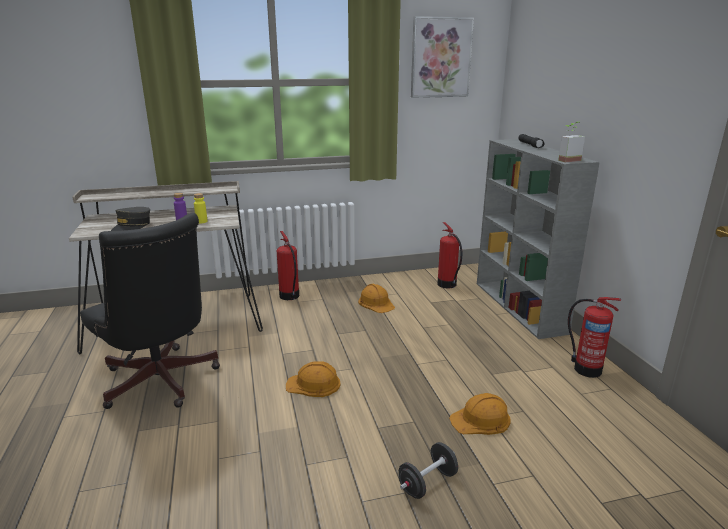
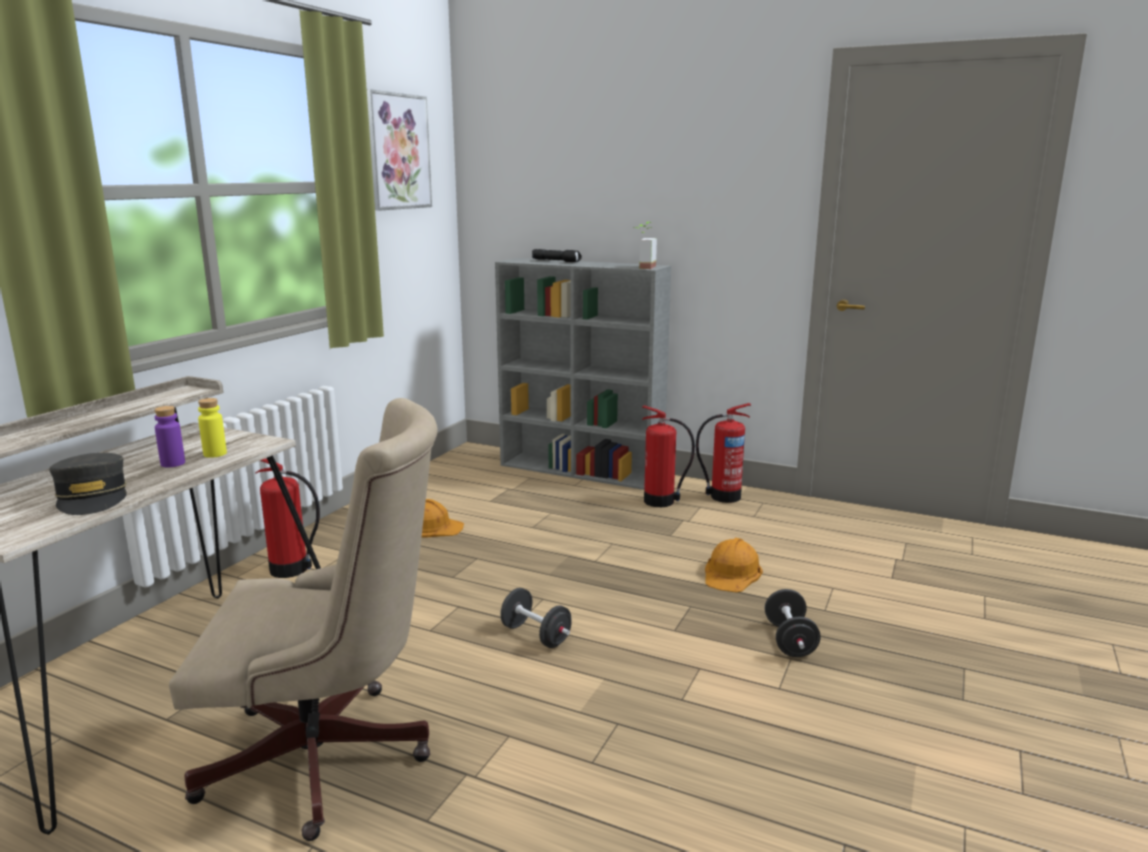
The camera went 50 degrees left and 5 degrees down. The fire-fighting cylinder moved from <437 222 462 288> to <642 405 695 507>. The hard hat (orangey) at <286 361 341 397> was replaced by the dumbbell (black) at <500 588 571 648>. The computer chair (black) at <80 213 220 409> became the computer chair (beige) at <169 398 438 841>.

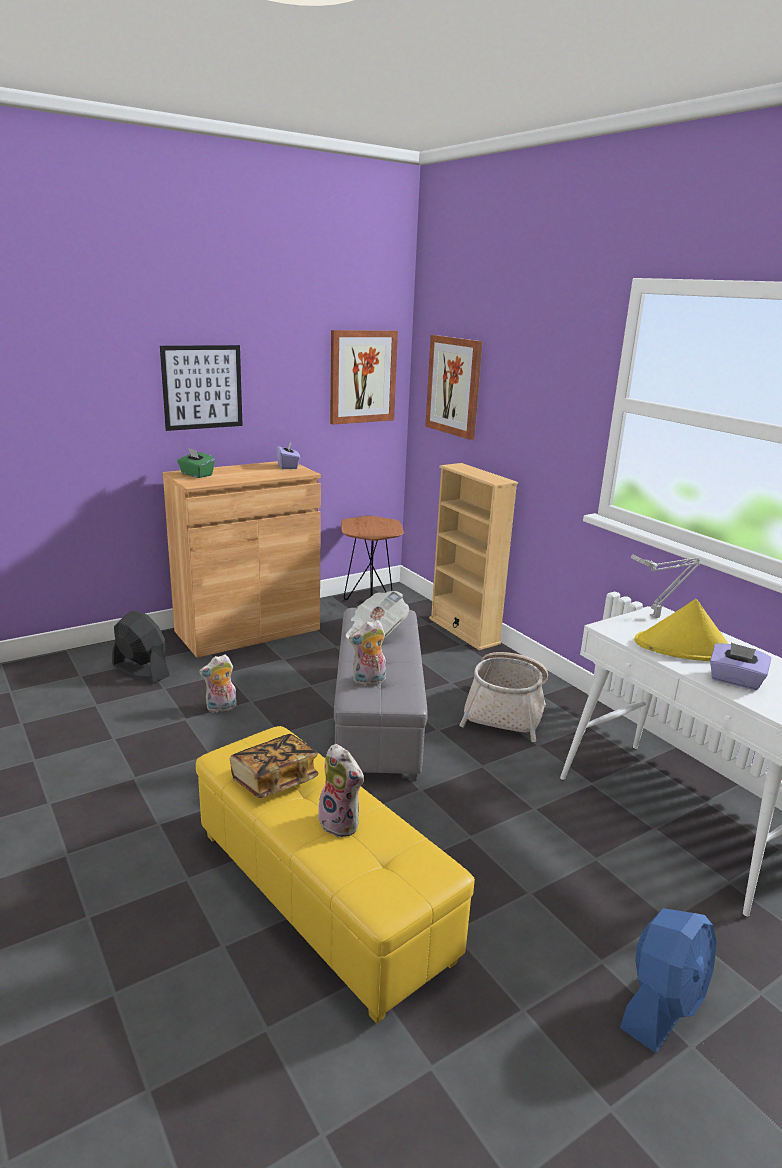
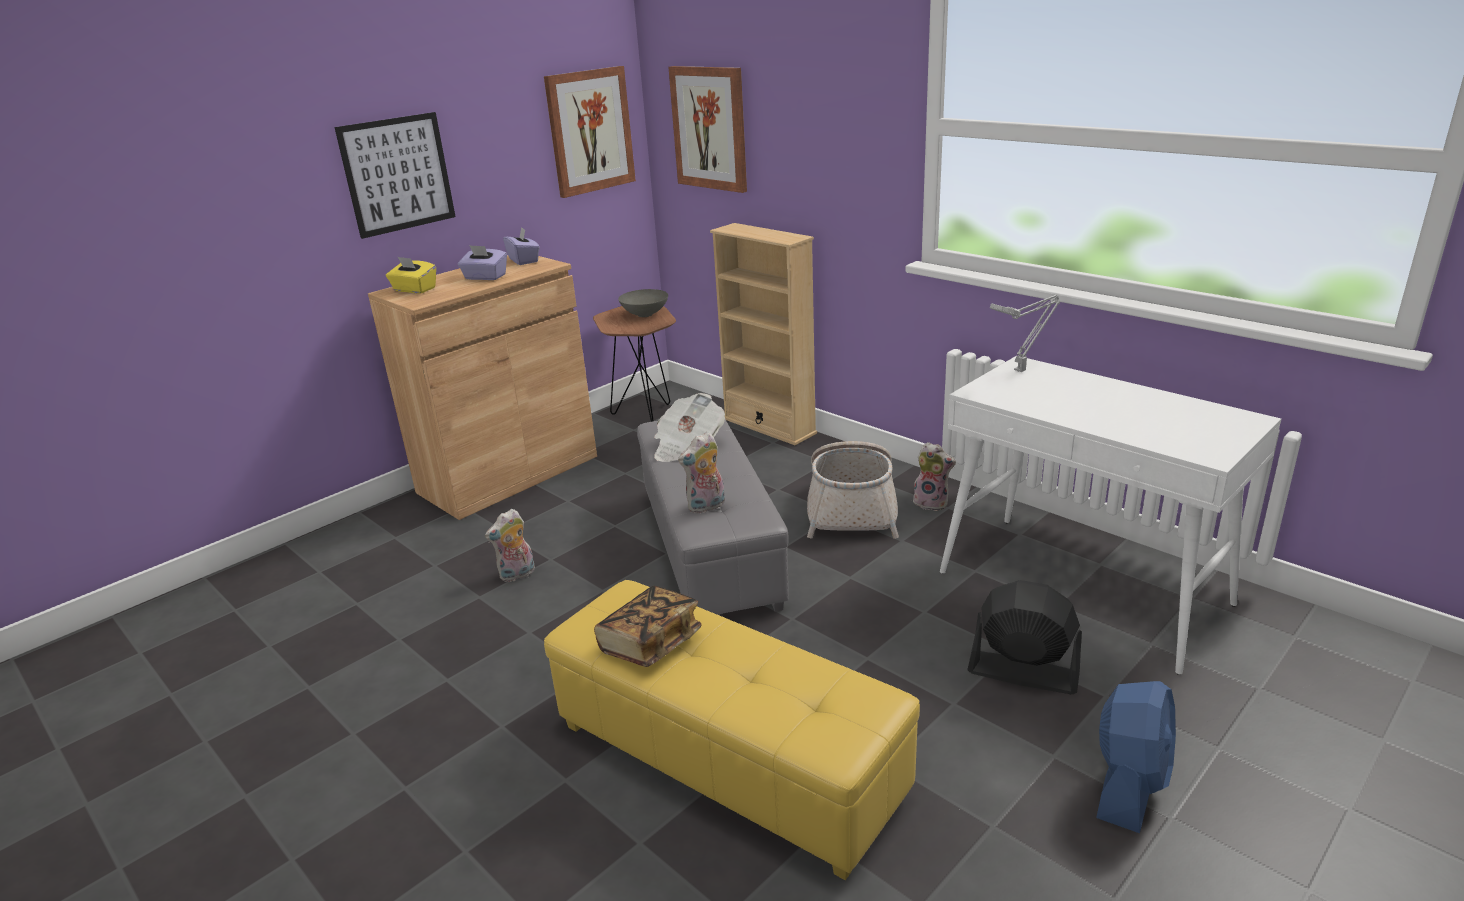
The camera went 10 degrees left and 5 degrees up. The clothing hat (yellow) at <634 599 729 661> disappeared. The bowl (greyish) at <618 289 668 317> appeared. The electric fan (black) moved from <112 610 170 684> to <967 580 1082 694>. The plush toy moved from <317 744 364 838> to <913 442 956 511>. The box of tissues (purplish) moved from <710 643 771 690> to <458 245 507 280>. The box of tissues (greenish) at <177 448 215 478> became the box of tissues (yellow) at <386 257 436 294>.

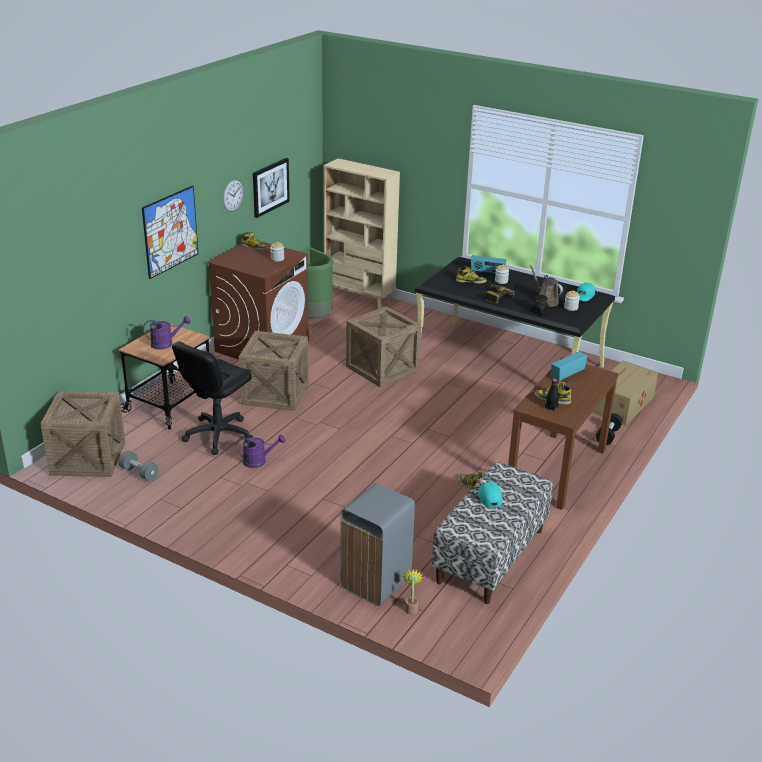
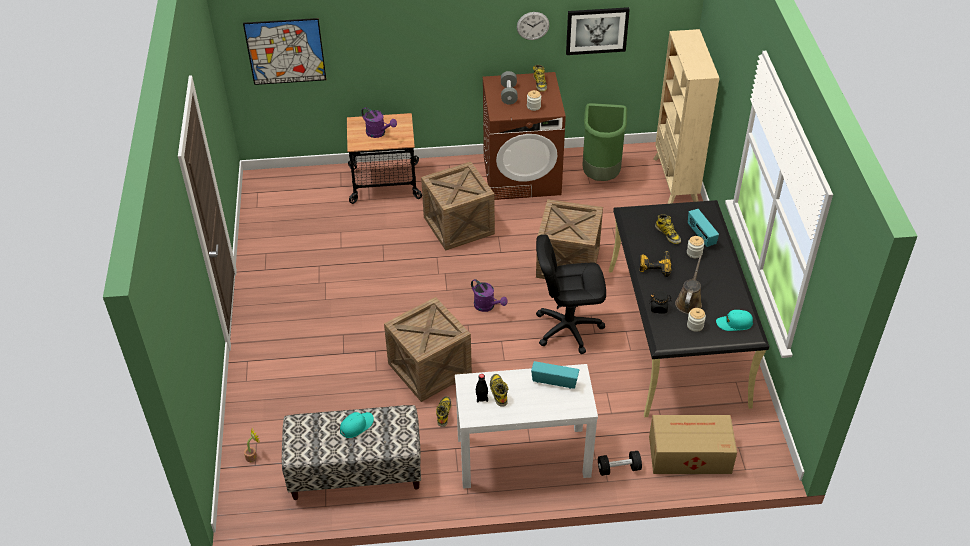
The camera went 55 degrees right and 15 degrees up. The waste bin (greyish) at <340 483 415 606> disappeared. The crate moved from <40 391 125 477> to <384 297 472 402>. The dumbbell (greyish) moved from <119 450 159 481> to <501 71 518 105>. The wall art moved from <142 185 198 279> to <243 18 326 85>. The computer chair (black) moved from <172 341 253 455> to <536 234 606 354>. The watering pot (purplish) moved from <236 434 285 468> to <471 279 508 312>. The hall table (brownish) at <508 357 619 510> became the hall table (white) at <455 364 598 489>.

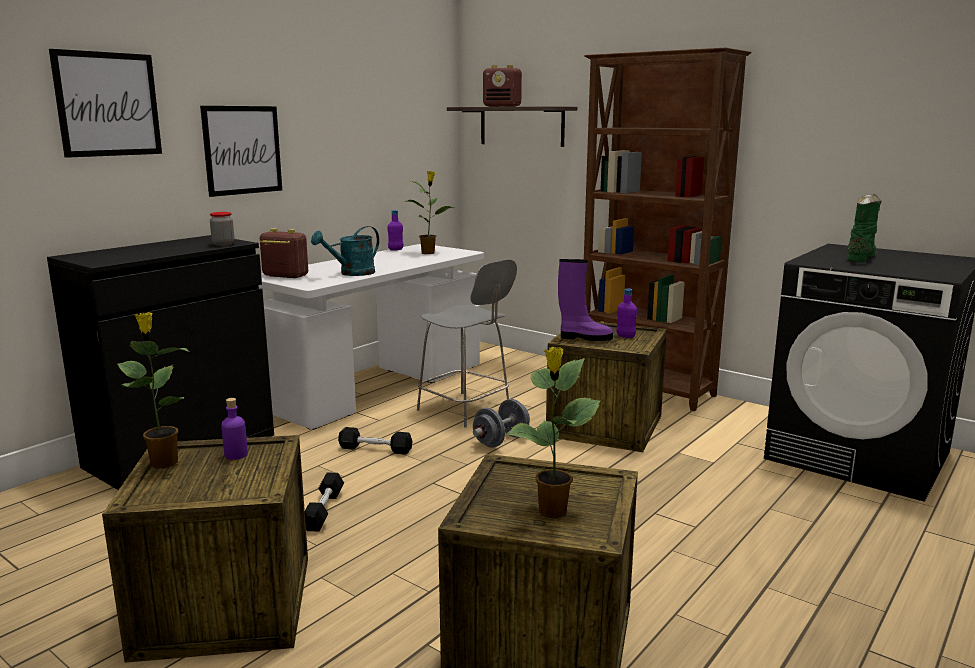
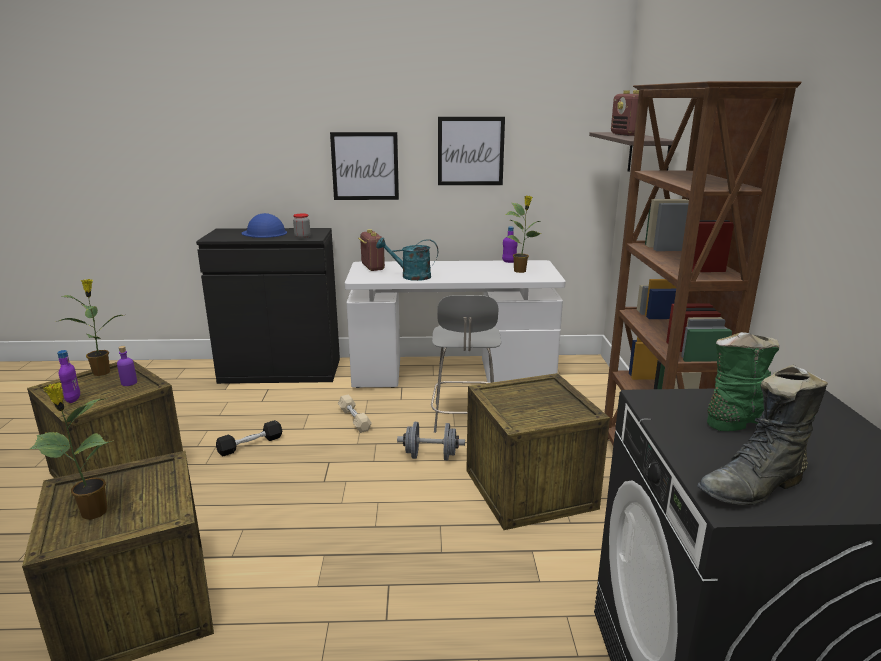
The camera went 50 degrees right and 5 degrees up. The tall boot (purplish) at <558 259 613 341> disappeared. The hard hat (blue) at <241 213 287 238> appeared. The tall boot (black) at <697 365 828 505> appeared. The wall art moved from <49 49 162 158> to <438 117 505 185>. The drink bottle (purplish) moved from <616 289 637 338> to <57 350 80 403>. The dumbbell (black) at <338 427 412 455> became the dumbbell (beige) at <338 394 372 433>.

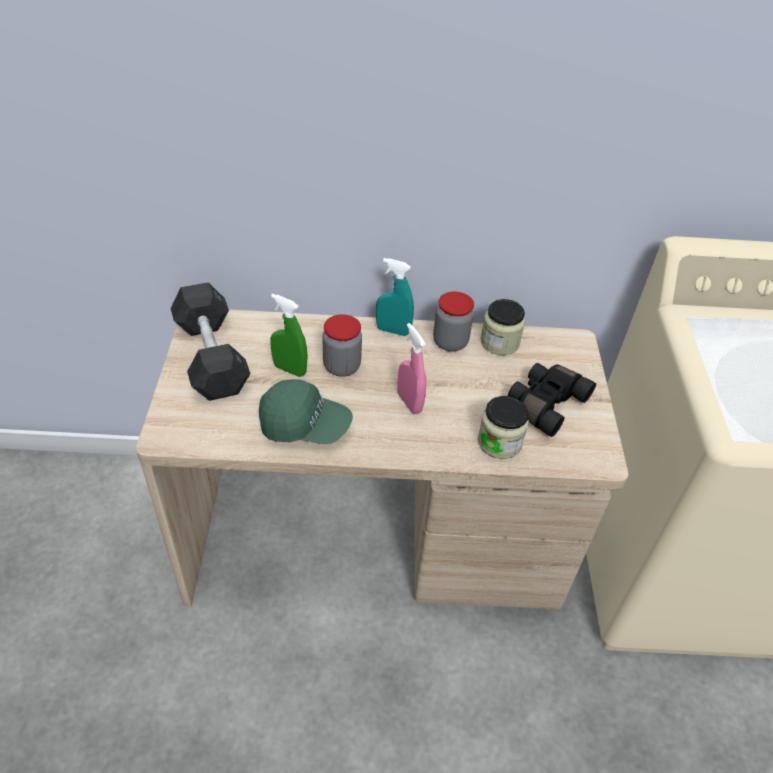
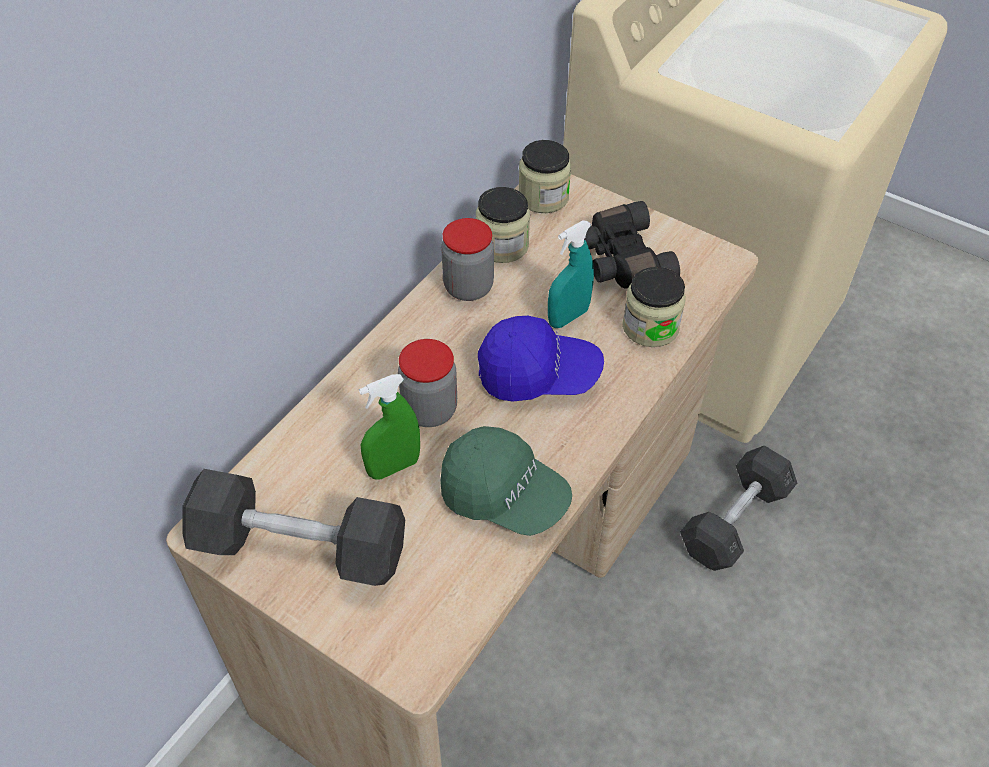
The camera went 55 degrees left and 5 degrees up. The storage jar at <519 140 571 213> appeared. The dumbbell (greyish) at <680 445 797 571> appeared. The spray bottle (turquoise-coloured) moved from <376 258 414 336> to <548 221 594 328>. The spray bottle (pink) at <397 323 426 414> was replaced by the peaked cap (blue) at <478 316 604 402>. The peaked cap (greenish) at <259 379 353 444> turned 75 degrees clockwise.

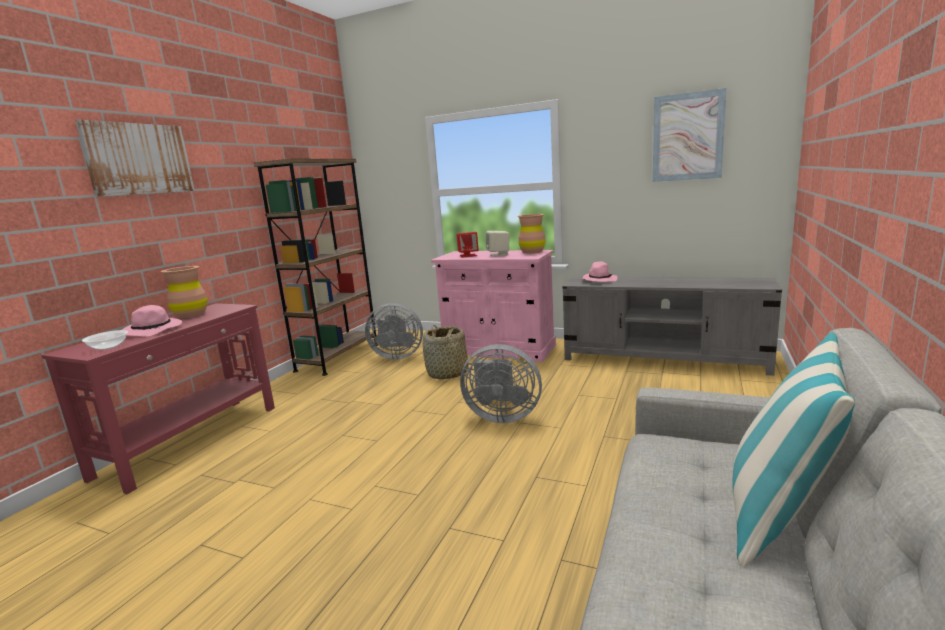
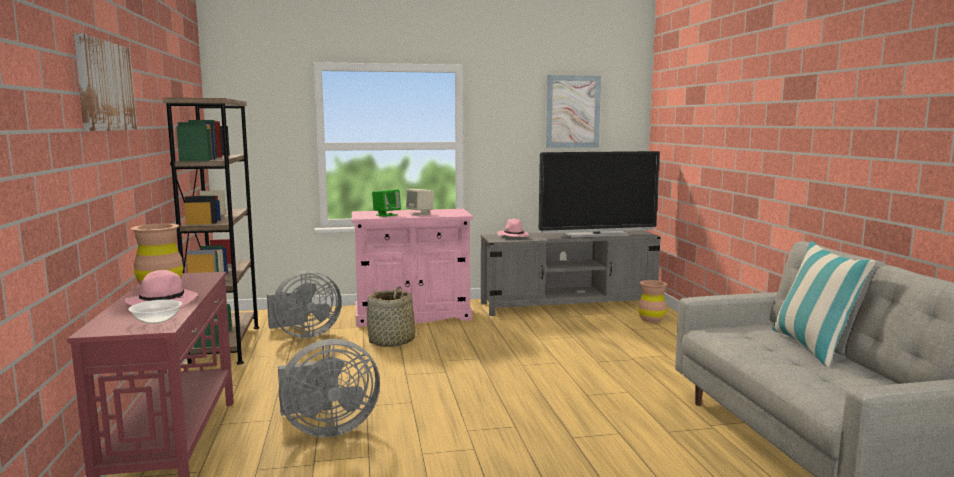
The camera went 35 degrees left and 5 degrees down. The TV set at <539 151 660 238> appeared. The electric fan (greyish) moved from <460 344 542 423> to <278 339 380 437>. The flower vase (brownish) moved from <518 214 545 254> to <638 280 668 323>. The loudspeaker (red) at <457 232 479 258> became the loudspeaker (greenish) at <372 190 401 217>.

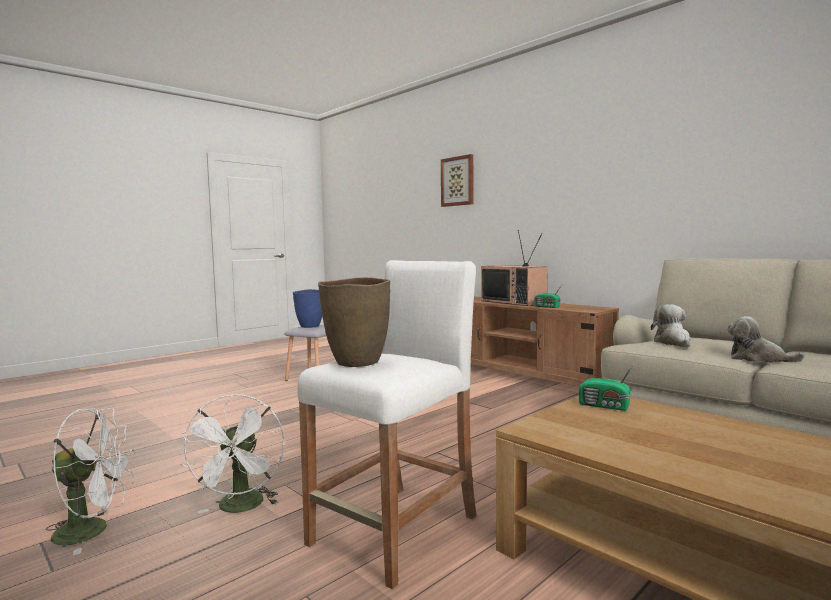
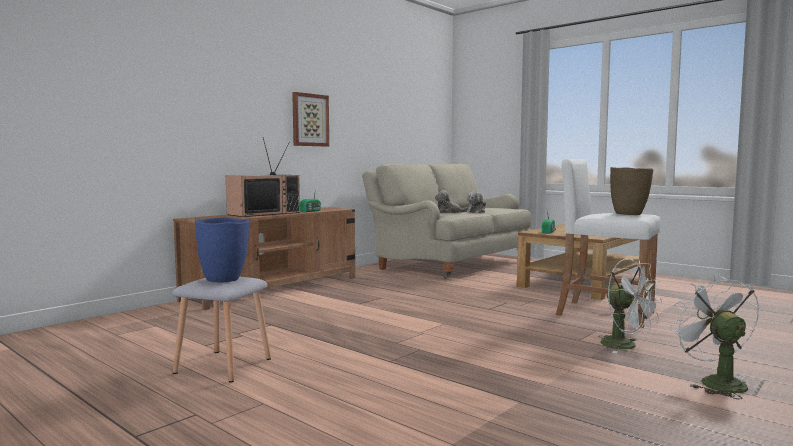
The camera went 95 degrees left and 0 degrees up. The wall art moved from <441 154 474 207> to <292 92 329 147>. The electric fan (white) at <180 394 285 513> turned 60 degrees clockwise.

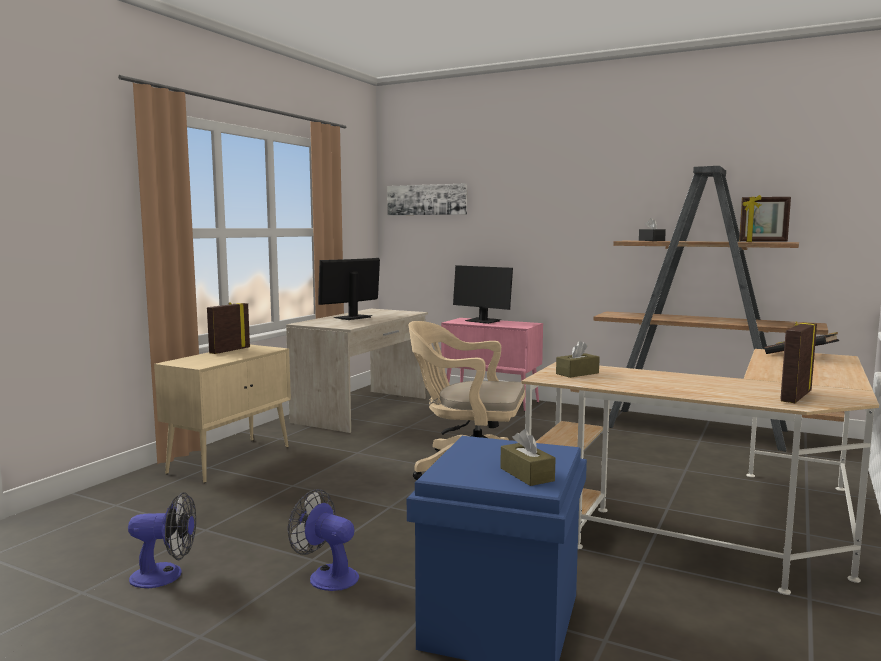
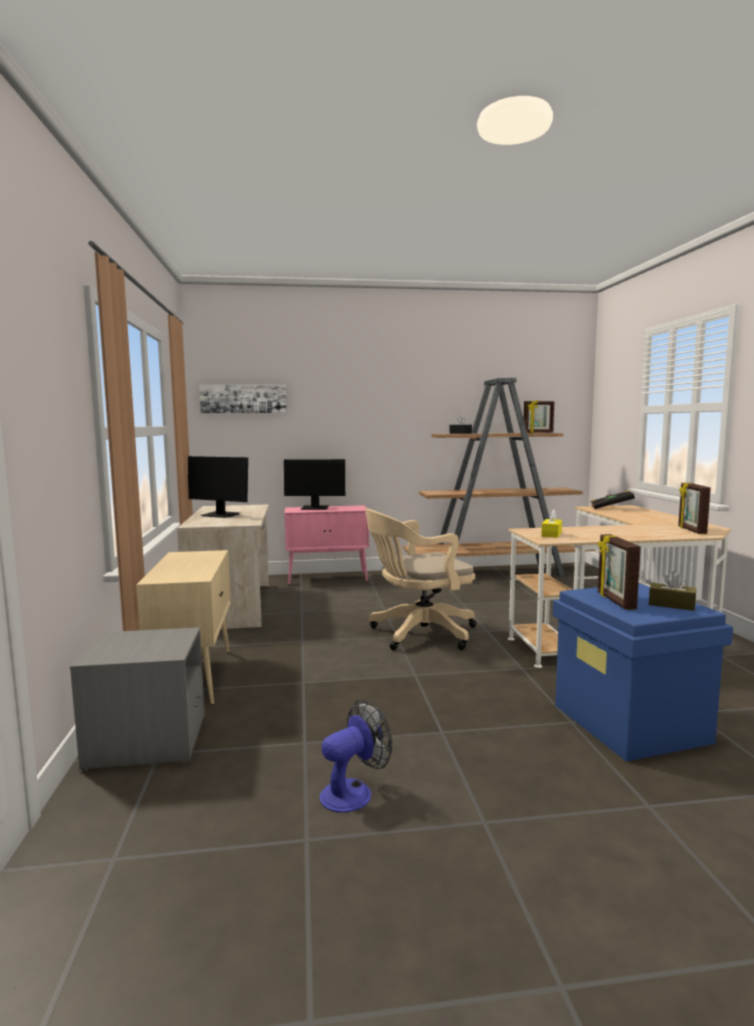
The camera went 35 degrees left and 0 degrees up. The electric fan at <288 489 359 591> disappeared. The bedside table (greyish) at <70 627 205 771> appeared. The photo frame moved from <207 302 250 354> to <598 534 641 610>. The box of tissues (brownish) at <556 341 600 378> became the box of tissues (yellow) at <541 509 562 538>. The computer display at <318 258 380 320> turned 75 degrees counterclockwise.

